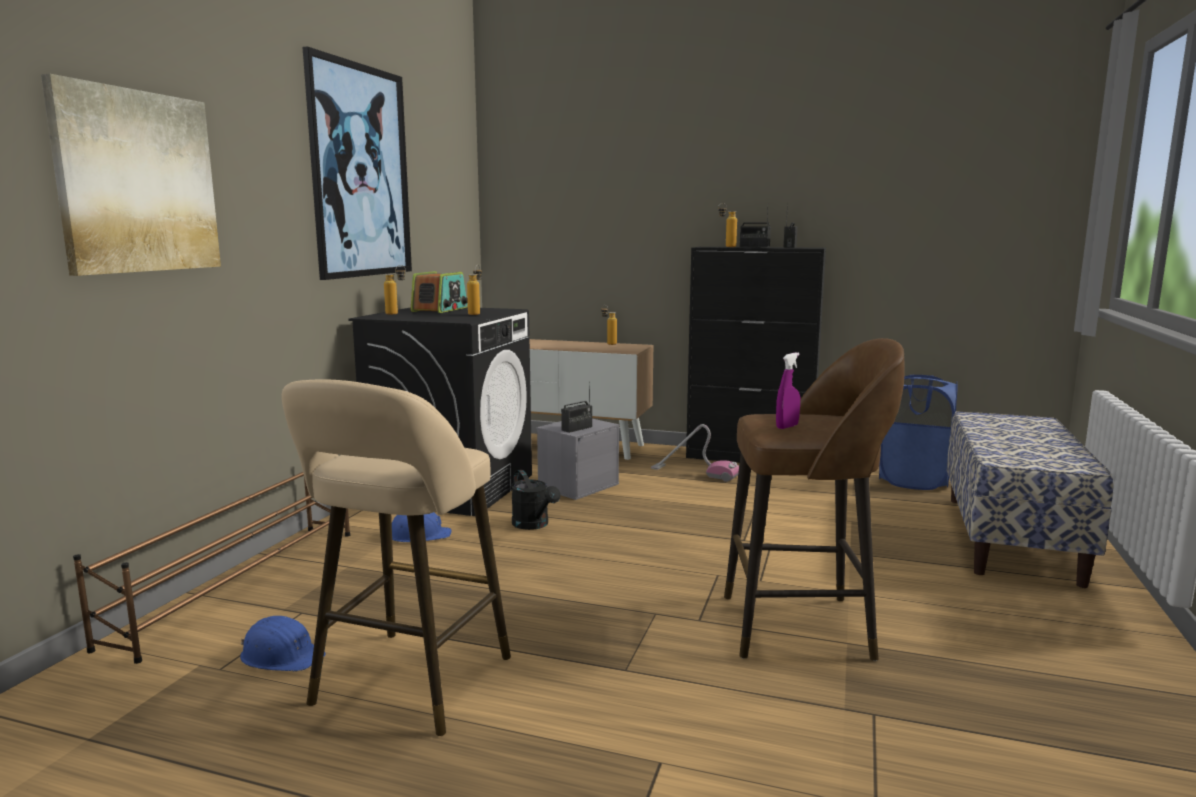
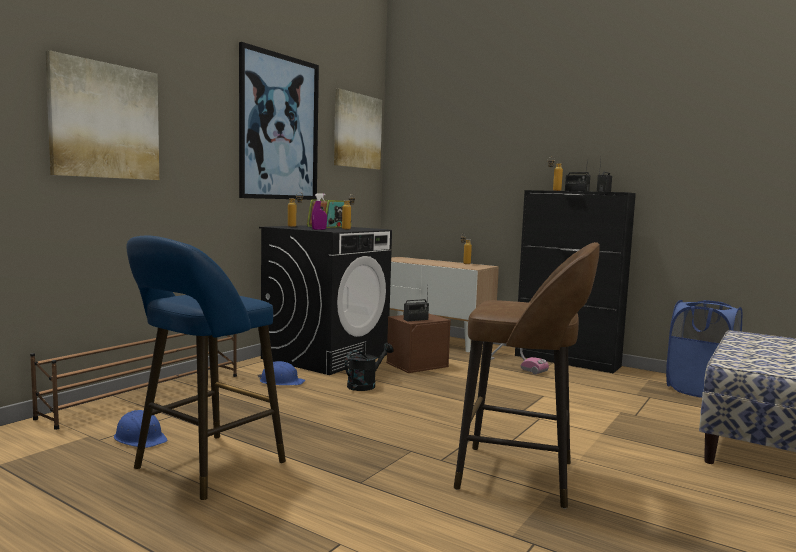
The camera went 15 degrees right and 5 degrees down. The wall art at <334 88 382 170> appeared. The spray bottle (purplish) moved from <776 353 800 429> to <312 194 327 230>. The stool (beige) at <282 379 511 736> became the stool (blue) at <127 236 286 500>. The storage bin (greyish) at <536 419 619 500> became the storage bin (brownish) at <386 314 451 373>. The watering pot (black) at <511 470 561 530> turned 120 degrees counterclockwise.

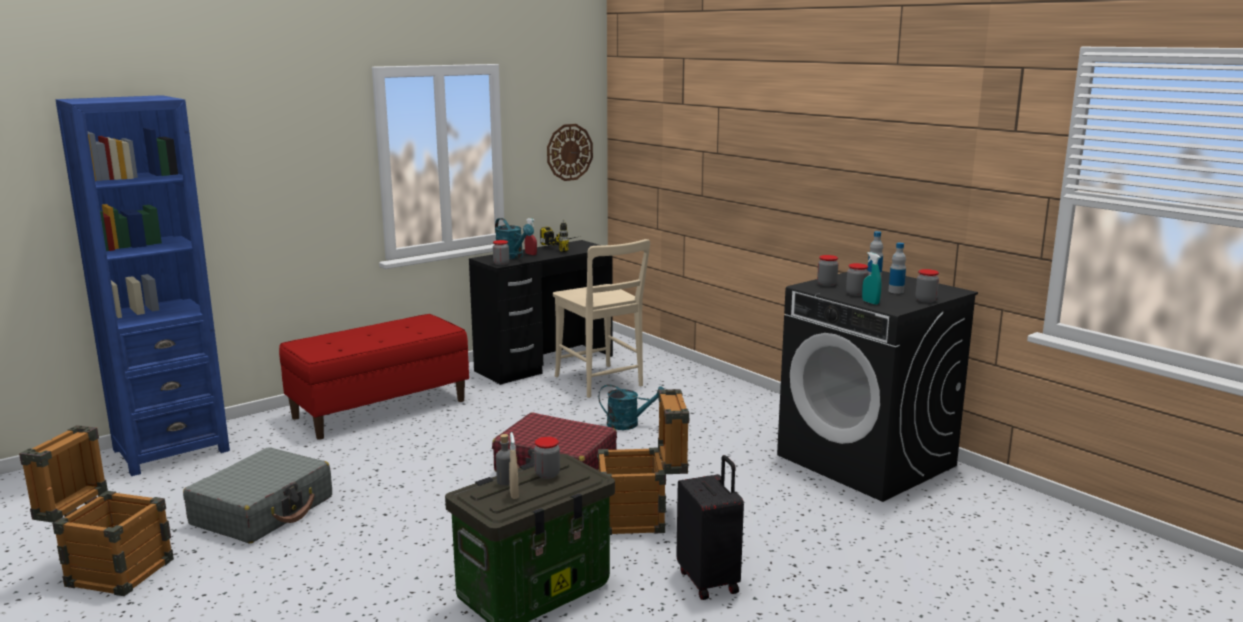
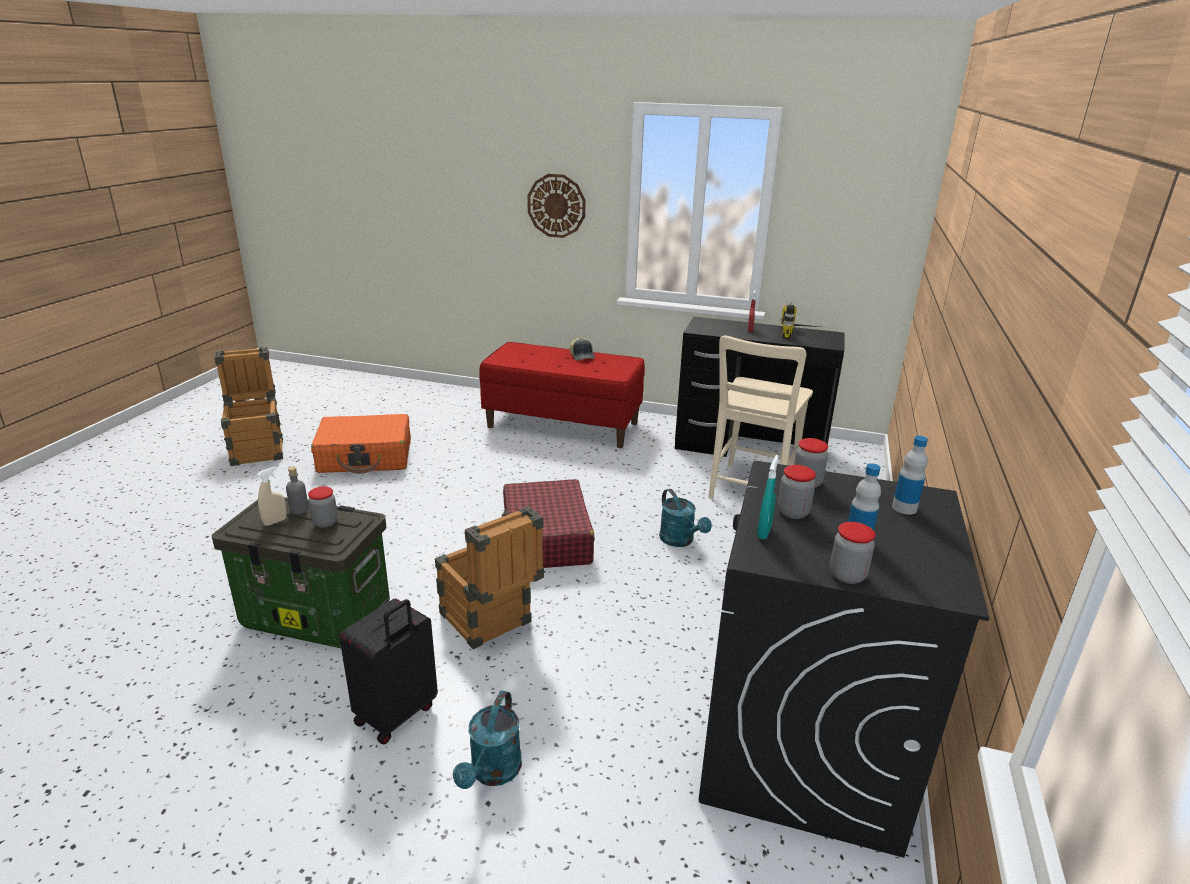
The camera went 55 degrees right and 10 degrees up. The bookshelf (blue) at <56 95 230 476> disappeared. The storage jar at <493 240 509 265> disappeared. The peaked cap at <570 337 595 361> appeared. The watering pot (turquoise-coloured) moved from <495 218 534 259> to <453 691 522 789>. The clock on the wall moved from <547 124 593 181> to <527 174 586 238>. The suitcase (greyish) at <183 447 332 544> became the suitcase (orangey) at <311 414 411 474>.

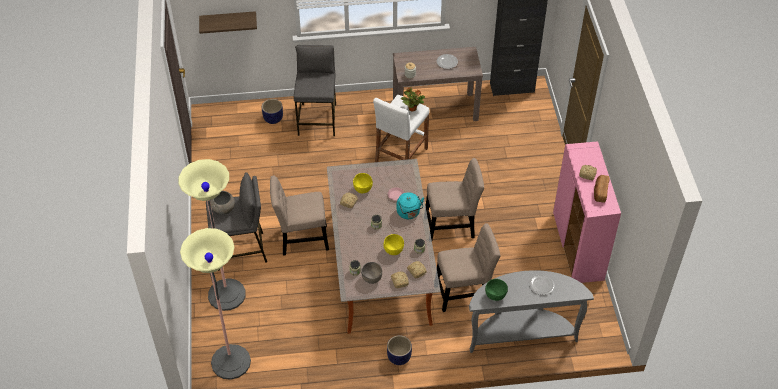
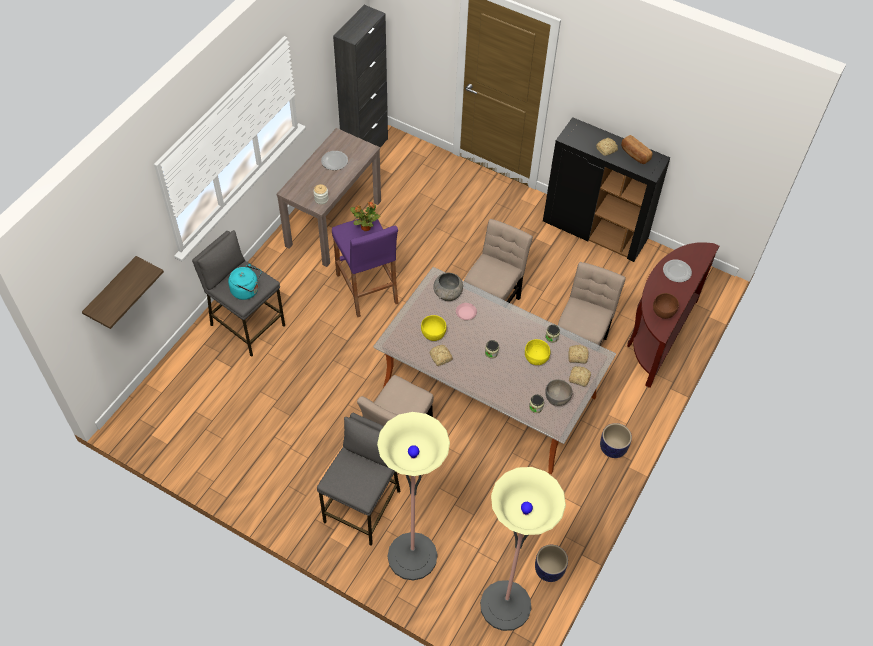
The camera went 55 degrees left and 5 degrees up. The bowl (greyish) moved from <210 191 235 215> to <433 273 463 301>. The planter moved from <262 99 283 124> to <535 545 568 582>. The kettle (turquoise-coloured) moved from <397 192 424 219> to <228 264 262 300>. The stool (white) at <373 95 429 162> became the stool (purplish) at <332 219 399 317>. The hall table (greyish) at <469 270 594 353> became the hall table (brownish) at <627 242 719 388>. The bowl (greenish) at <485 279 508 301> became the bowl (brownish) at <653 293 679 319>. The storage cabinet (pink) at <553 141 621 283> became the storage cabinet (black) at <543 117 670 262>.

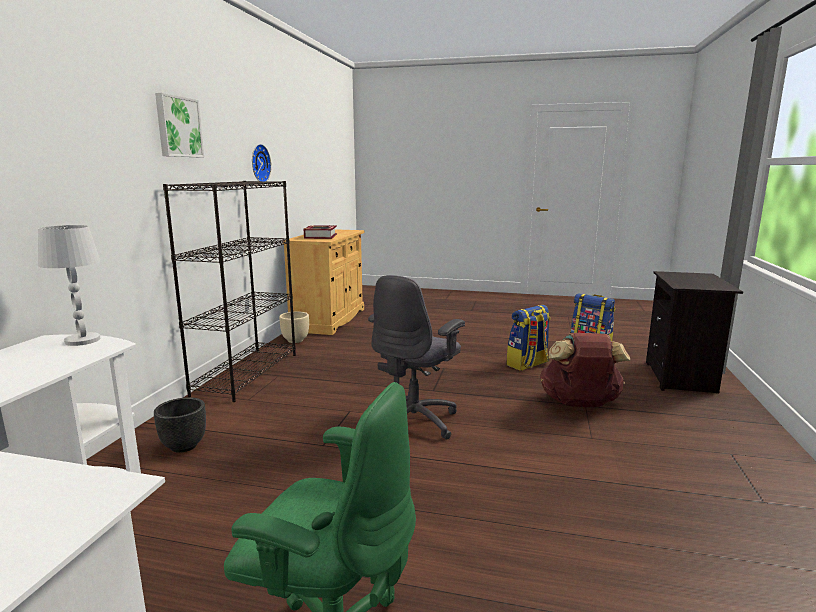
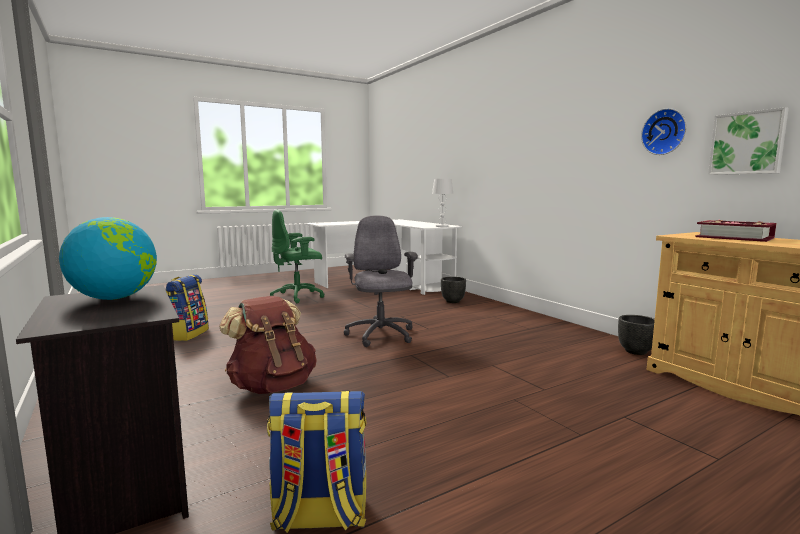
The camera went 135 degrees right and 5 degrees down. The bookshelf (black) at <163 181 296 402> disappeared. The world globe at <59 217 157 300> appeared. The wall art moved from <155 93 204 157> to <708 107 789 175>. The backpack moved from <506 305 551 371> to <166 274 209 341>. The planter (beige) at <279 312 309 343> became the planter (black) at <618 315 655 355>.

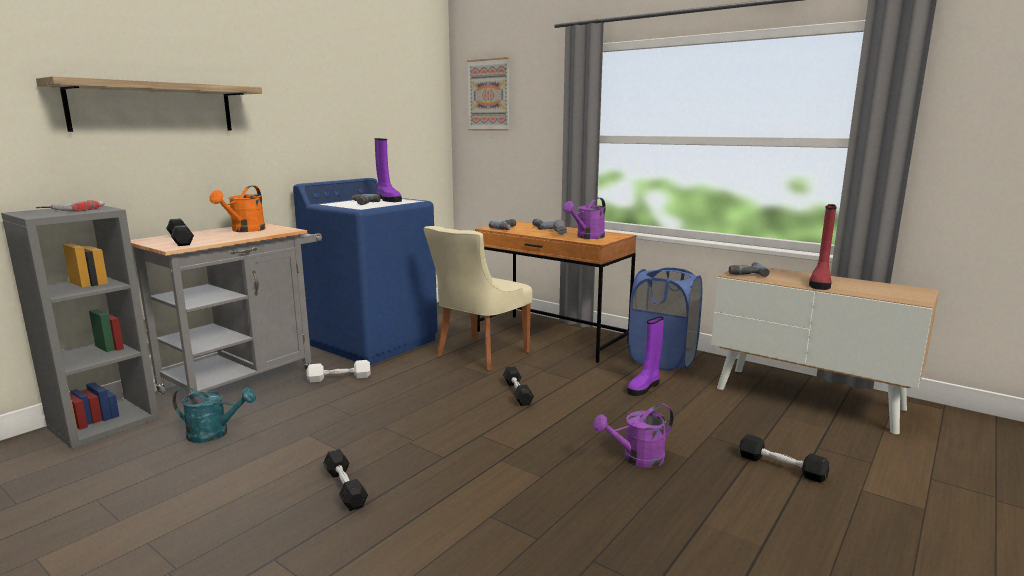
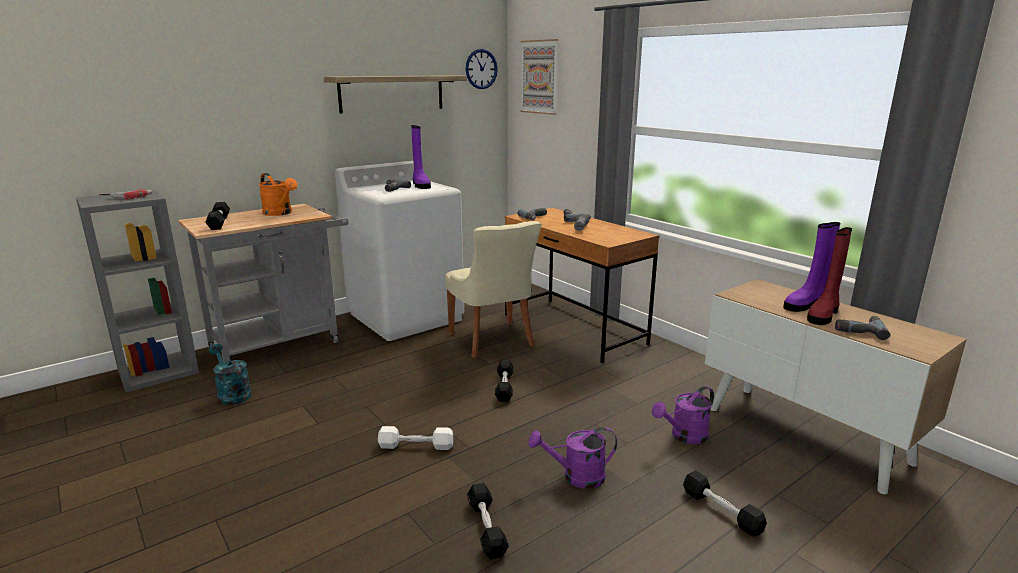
The camera went 15 degrees right and 5 degrees up. The laundry basket (blue) at <628 267 702 371> disappeared. The clock on the wall at <466 49 498 89> appeared. The wall shelf moved from <36 76 262 132> to <324 75 467 113>. The dumbbell (white) moved from <307 360 371 382> to <378 426 453 450>. The dumbbell (black) moved from <323 449 368 511> to <467 483 509 560>. The watering pot (purplish) moved from <563 198 606 239> to <652 386 714 444>. The tall boot (purplish) moved from <627 317 664 396> to <783 222 840 312>. The power drill moved from <729 262 770 277> to <835 316 890 340>. The laundry machine (blue) at <293 178 438 365> became the laundry machine (white) at <335 161 464 341>. The watering pot (turquoise-coloured) at <173 387 256 443> turned 150 degrees counterclockwise. The watering pot (orangey) at <209 186 266 232> turned 75 degrees counterclockwise. The chair (beige) at <424 226 532 371> turned 75 degrees counterclockwise.

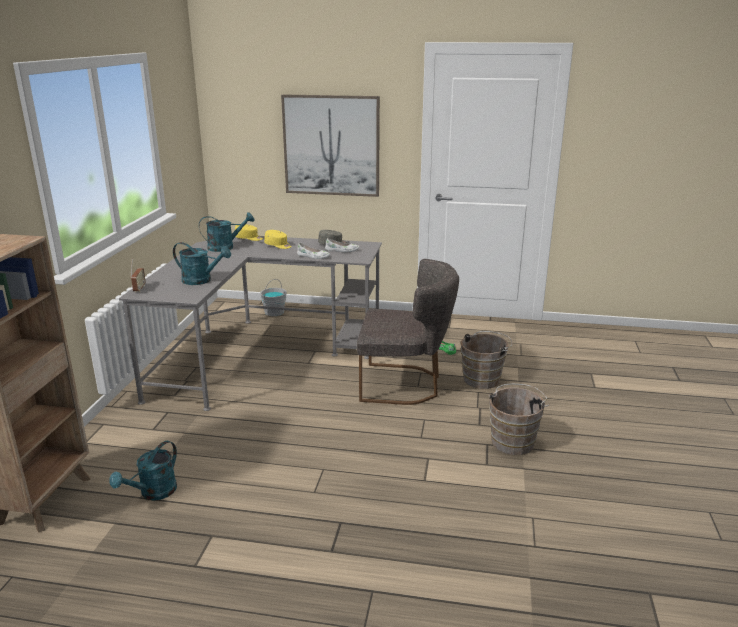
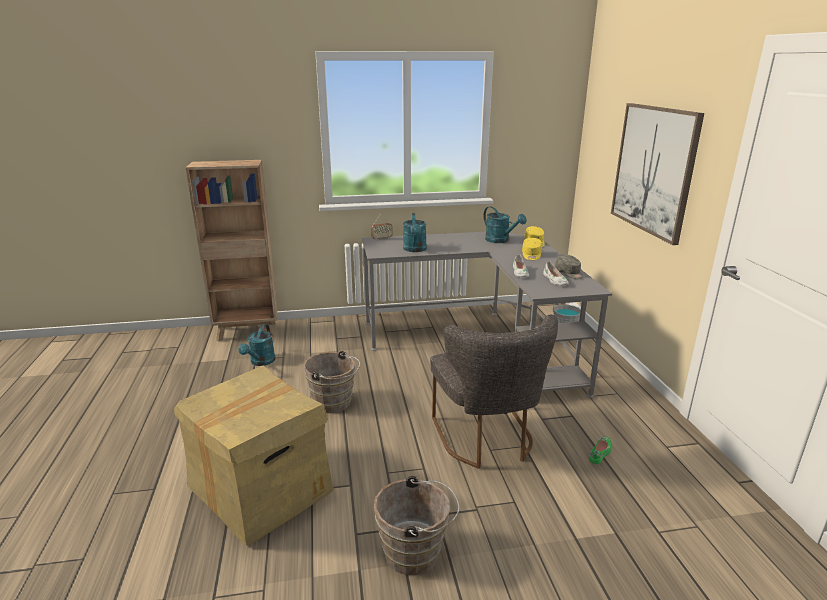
The camera went 70 degrees right and 0 degrees up. The packing box at <174 365 334 546> appeared. The pail (brownish) moved from <460 331 513 389> to <304 351 360 413>. The watering pot (turquoise-coloured) at <109 441 177 501> turned 90 degrees counterclockwise.

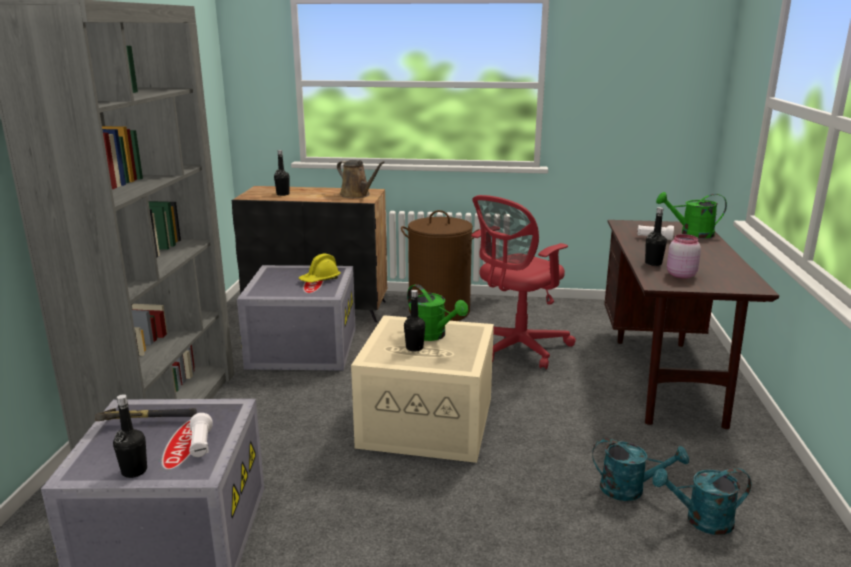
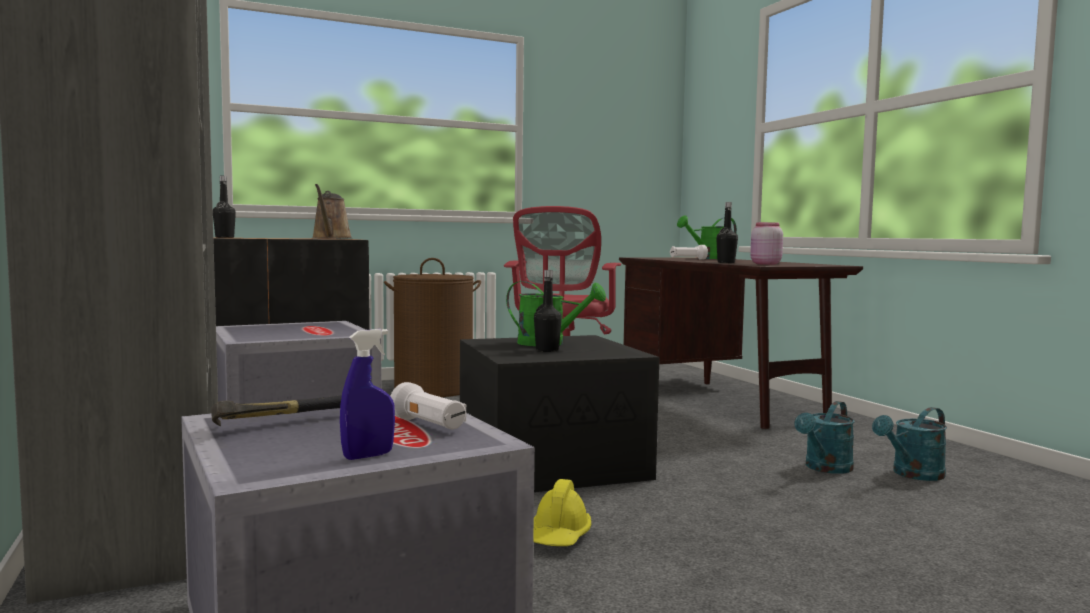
The camera went 30 degrees left and 15 degrees down. The hard hat (yellow) moved from <299 254 341 283> to <533 479 591 546>. The drink bottle (black) at <113 394 147 478> was replaced by the spray bottle (blue) at <340 329 395 460>. The storage bin (beige) at <351 315 494 463> became the storage bin (black) at <460 335 660 492>. The watering pot (brownish) at <337 160 385 198> turned 75 degrees clockwise. The watering pot (turquoise-coloured) at <592 438 689 501> turned 150 degrees clockwise.

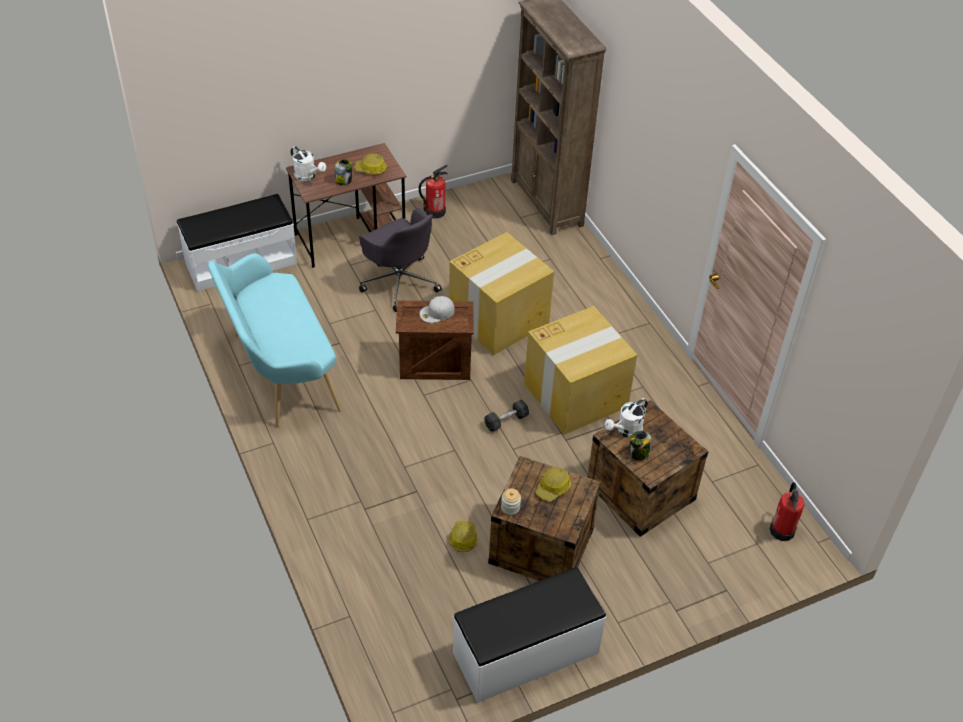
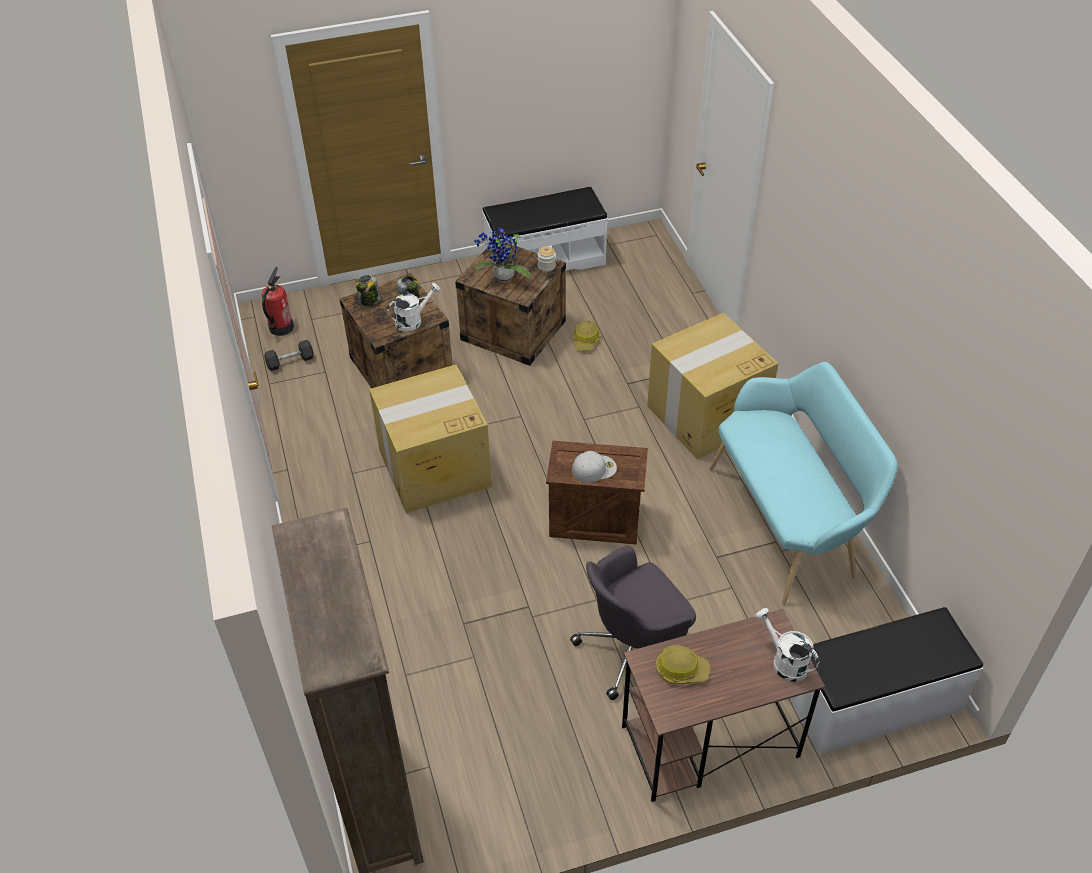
The camera went 170 degrees left and 0 degrees up. The fire-fighting cylinder at <419 165 448 219> disappeared. The storage jar moved from <334 159 352 185> to <356 275 381 306>. The packing box moved from <449 232 554 355> to <647 313 778 460>. The dumbbell (greyish) moved from <484 399 529 432> to <264 340 314 371>. The hard hat at <536 467 571 502> was replaced by the houseplant at <474 227 531 282>. The computer chair (greyish) at <359 208 442 312> turned 90 degrees counterclockwise.

